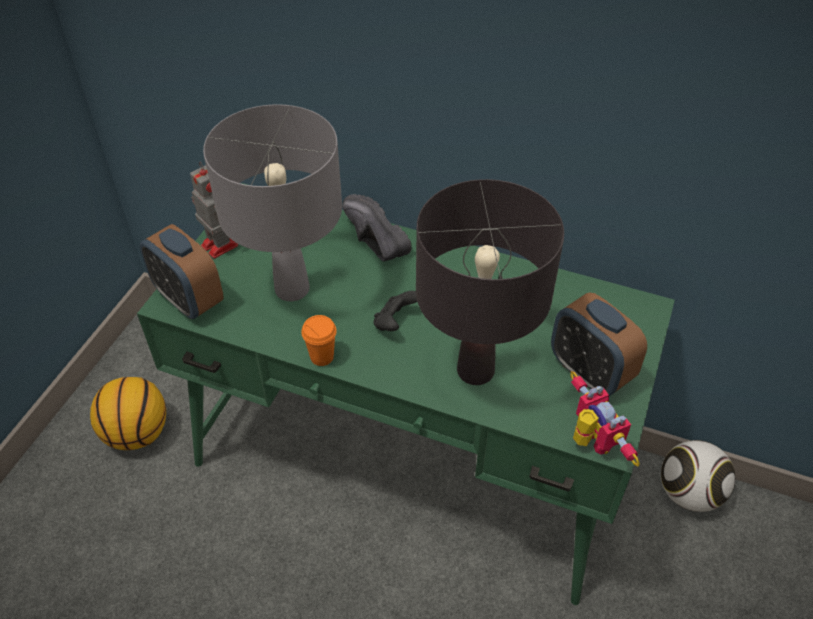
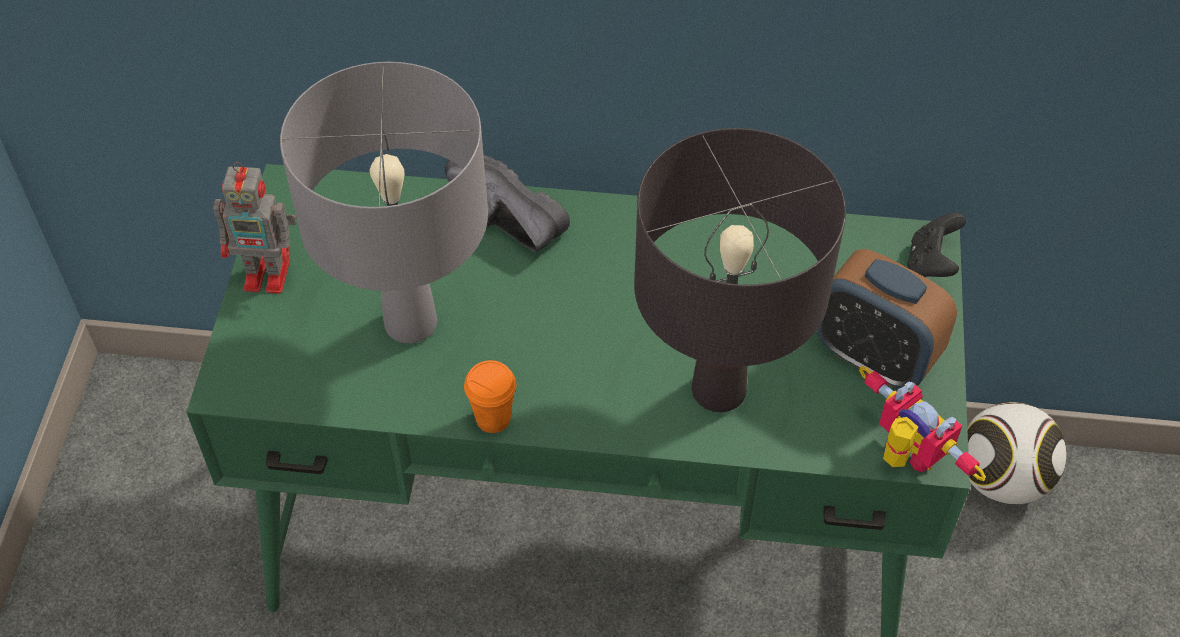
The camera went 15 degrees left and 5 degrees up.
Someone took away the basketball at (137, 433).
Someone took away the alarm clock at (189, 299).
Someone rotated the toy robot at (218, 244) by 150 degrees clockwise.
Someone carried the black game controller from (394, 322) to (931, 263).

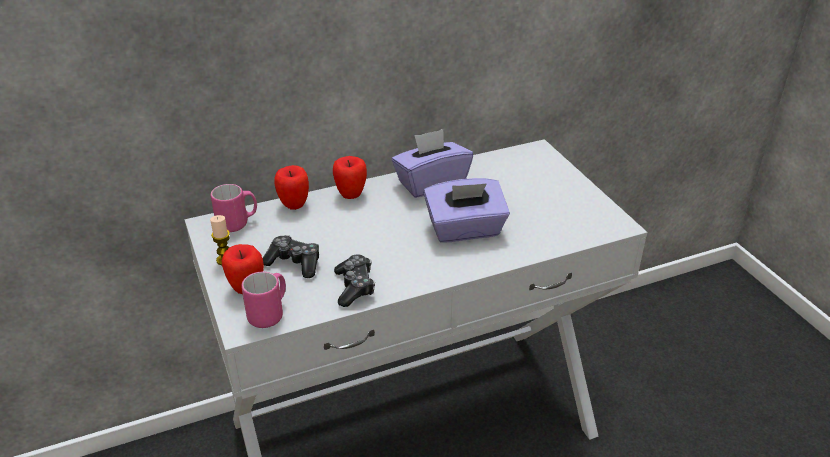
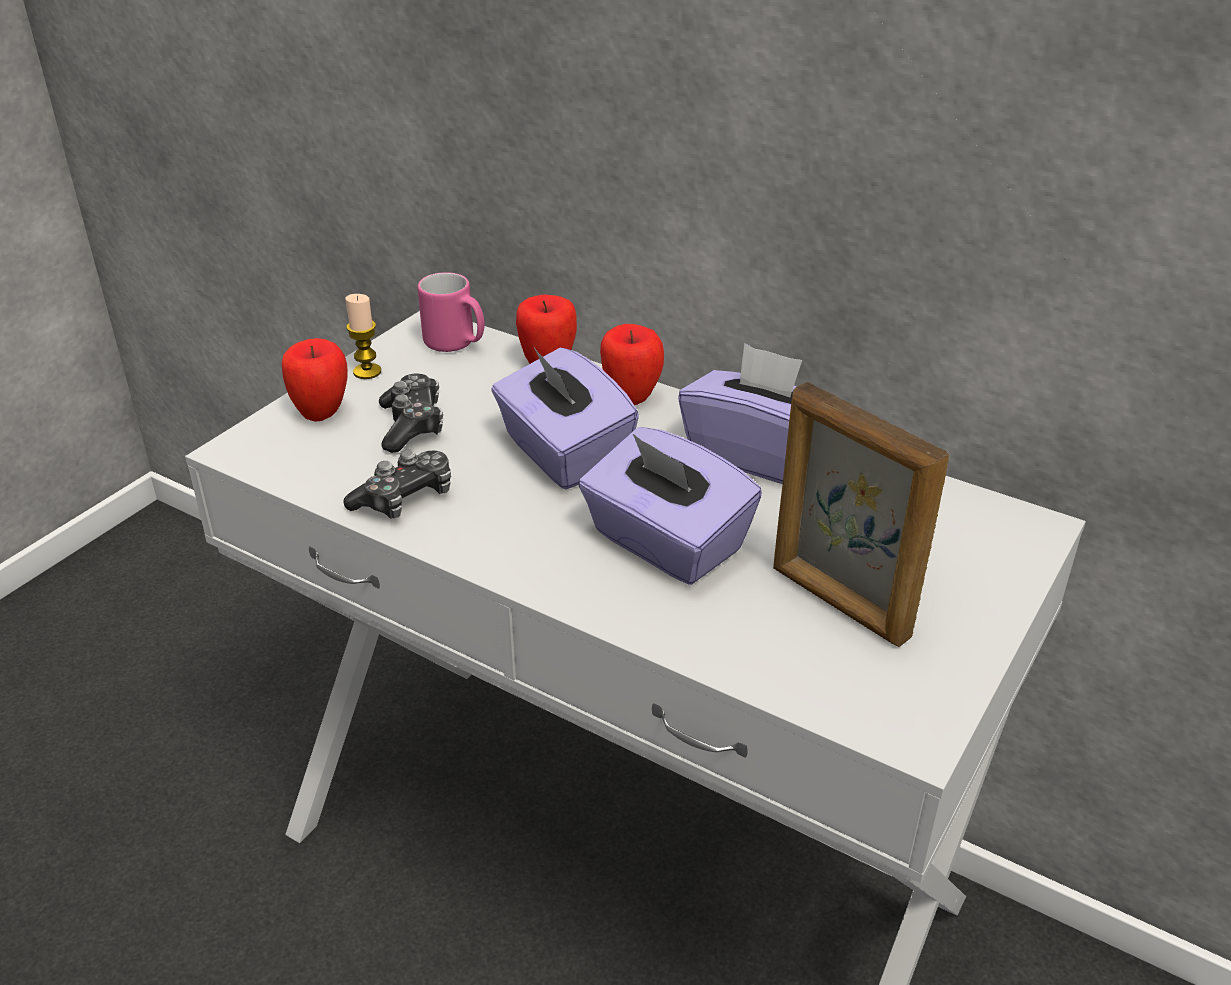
The camera went 55 degrees right and 0 degrees up.
Someone took away the pink mug at (270, 313).
Someone put down the purple tissue box at (563, 454).
Someone put down the picture frame at (838, 603).

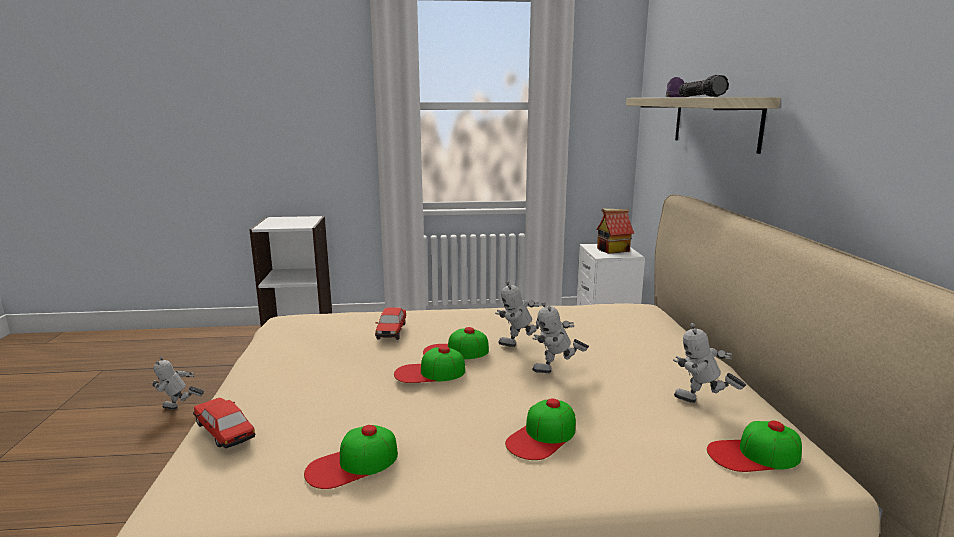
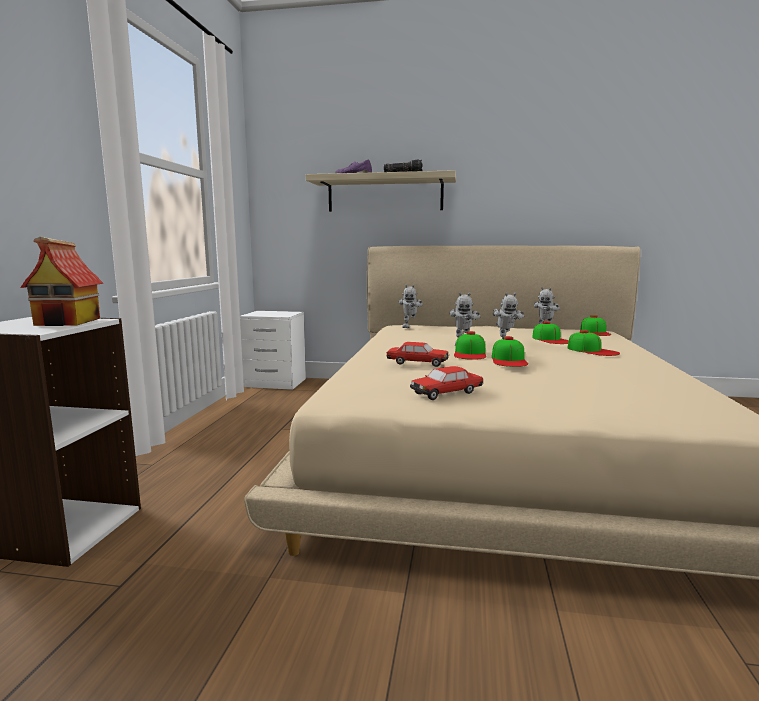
The camera went 75 degrees left and 5 degrees down.
Someone carried the toy robot from (179, 410) to (410, 327).
Someone carried the toy car from (224, 432) to (446, 393).
Someone carried the cap from (352, 464) to (551, 339).
Someone carried the toy house from (613, 250) to (68, 322).

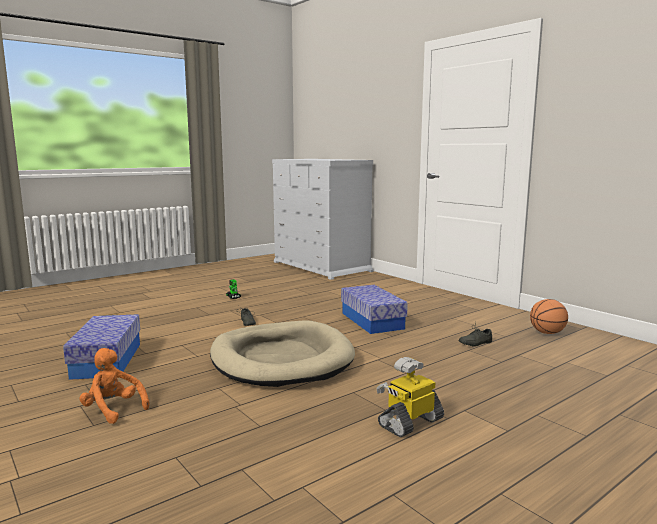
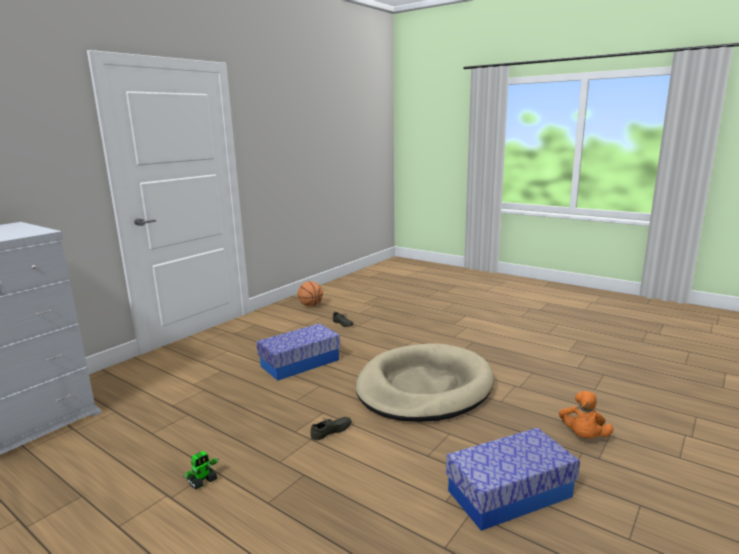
The camera went 105 degrees left and 5 degrees up.
Someone took away the toy robot at (410, 422).

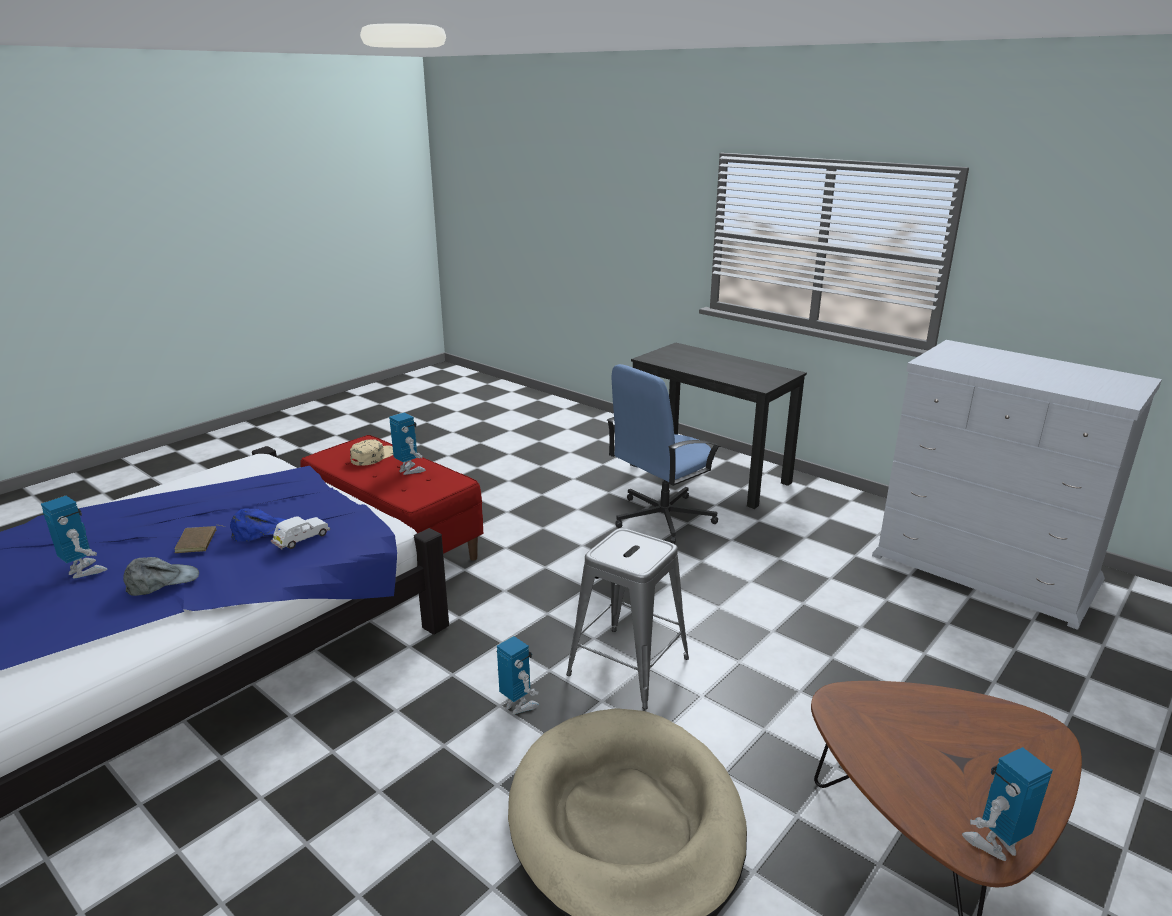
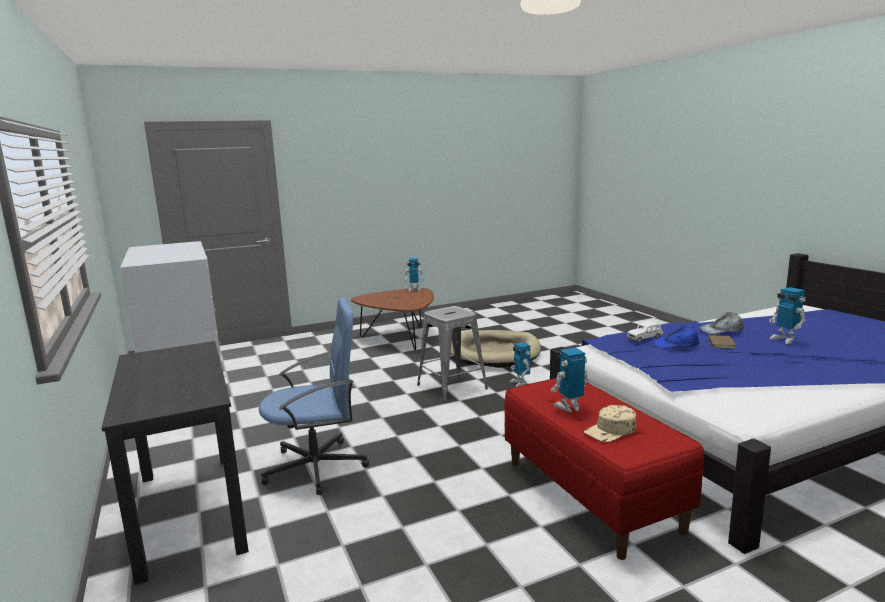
The camera went 155 degrees left and 10 degrees down.
Someone rotated the toy robot at (409, 470) by 90 degrees clockwise.

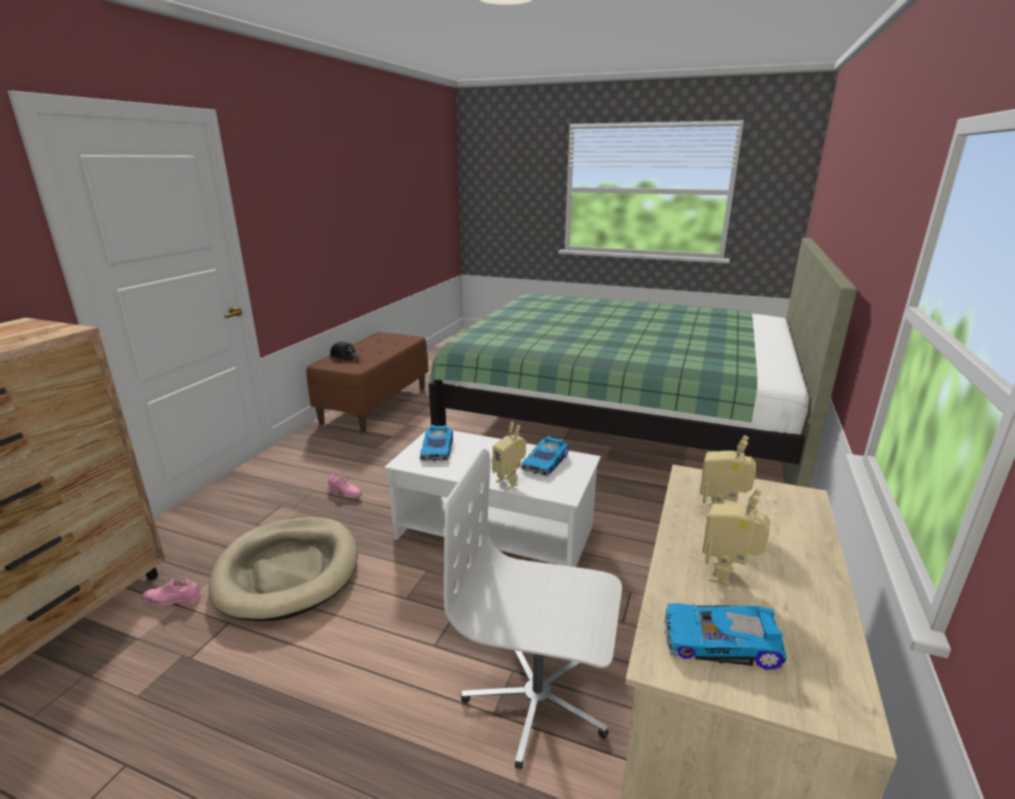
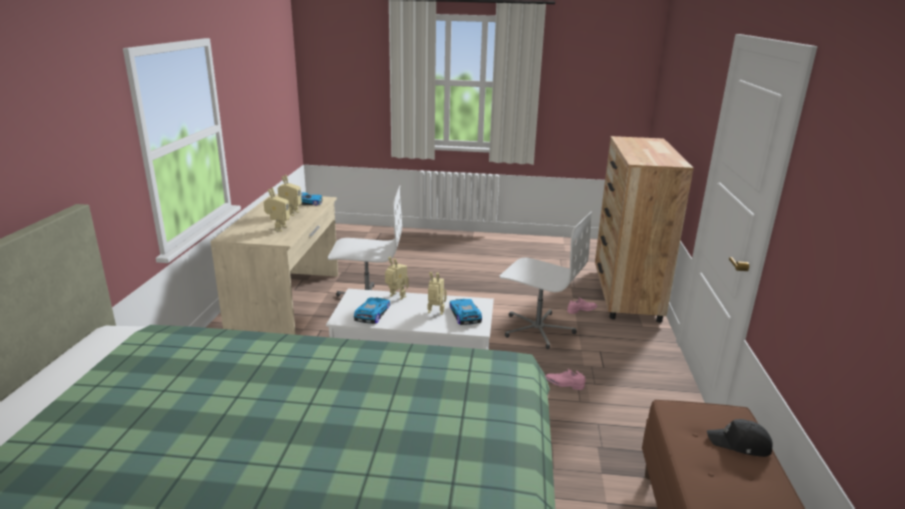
The camera went 165 degrees right and 0 degrees up.
Someone swapped the beige dog bed at (288, 571) for the white office chair at (537, 329).
Someone put down the toy robot at (435, 313).

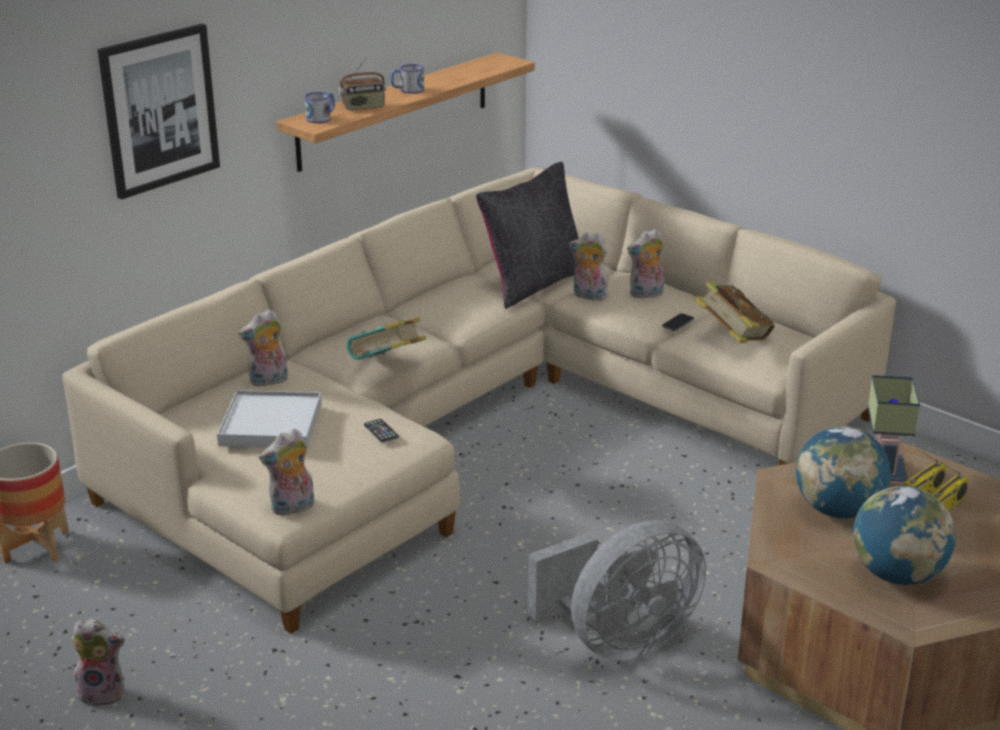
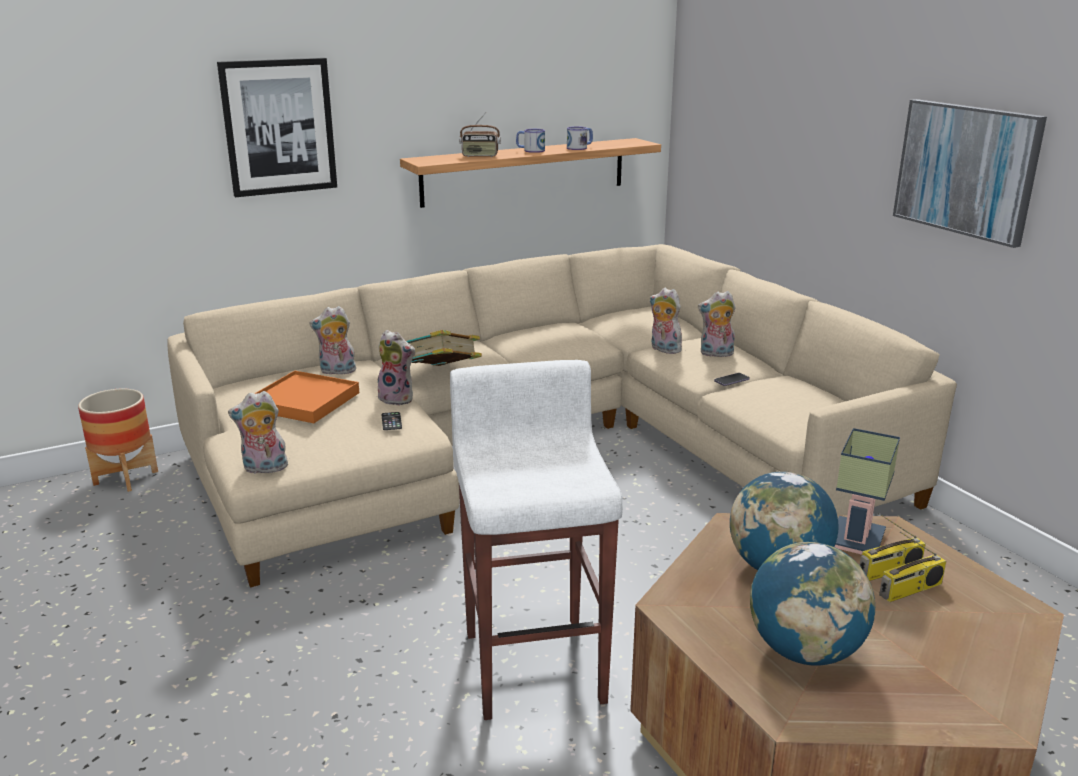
The camera went 20 degrees right and 5 degrees down.
Someone carried the plush toy from (104, 692) to (398, 398).
Someone repainted the white tray at (270, 424), which became the orange tray at (304, 401).
Someone carried the mug from (321, 118) to (580, 148).
Someone took away the black pillow at (533, 284).
Someone swapped the grey fan at (619, 641) for the white stool at (535, 664).
Someone took away the book at (732, 338).
Someone put up the picture at (966, 170).

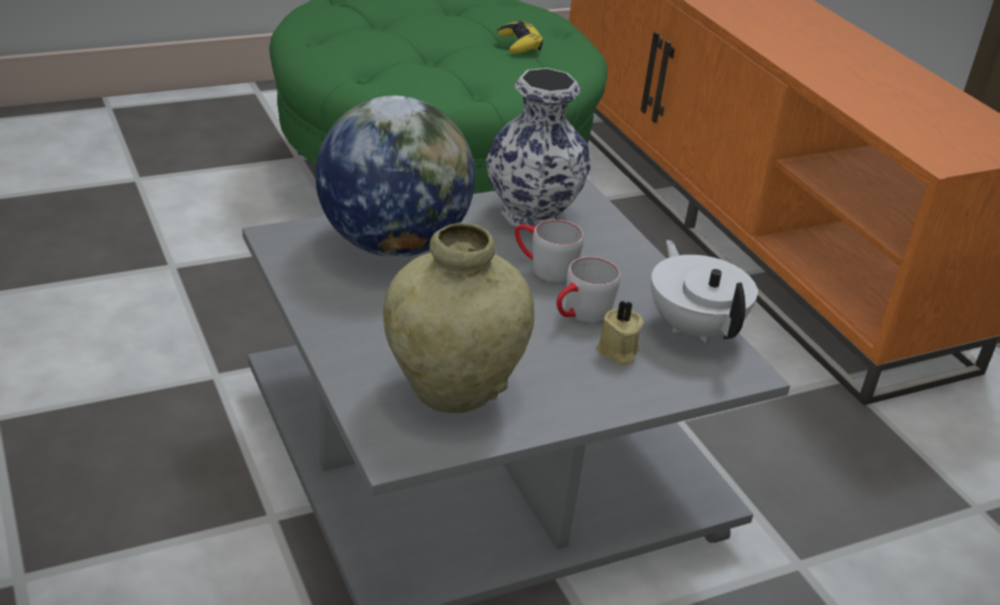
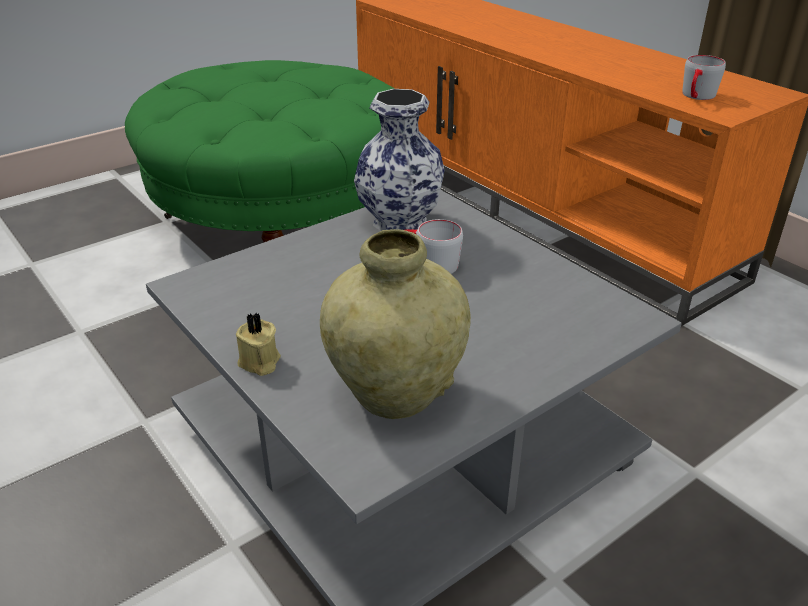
The camera went 10 degrees left and 0 degrees up.
Someone took away the globe at (392, 244).
Someone took away the yellow game controller at (519, 44).
Someone carried the grey mug from (580, 315) to (696, 97).
Someone carried the beige candle from (617, 351) to (259, 362).
Someone took away the white teapot at (694, 327).

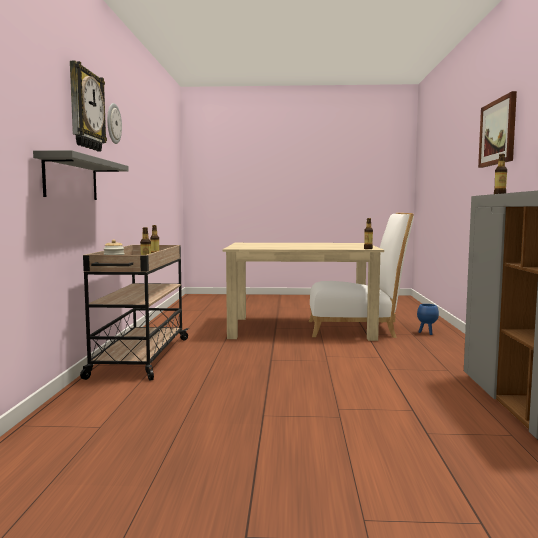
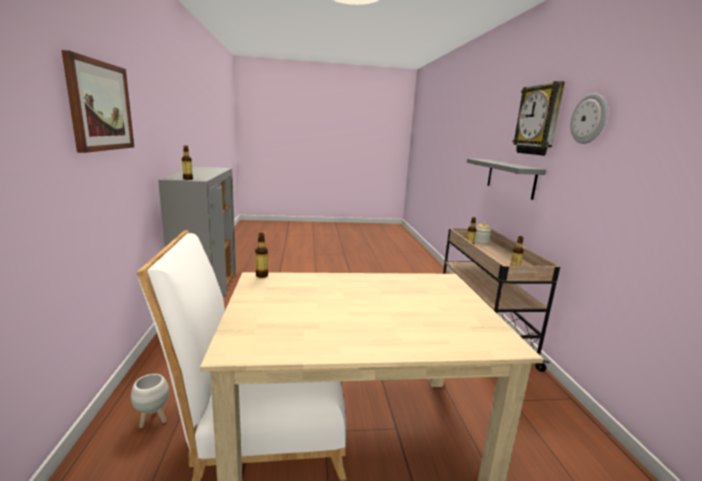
The camera went 170 degrees right and 10 degrees up.
Someone repainted the blue planter at (427, 333), which became the white planter at (153, 420).

